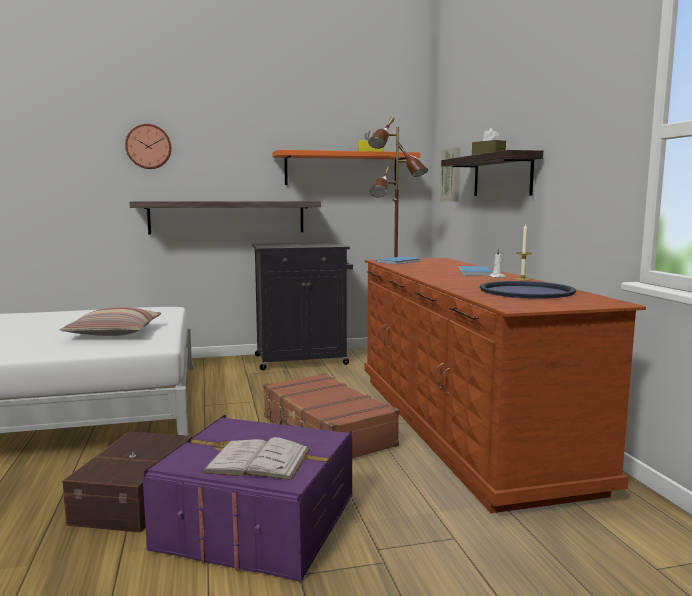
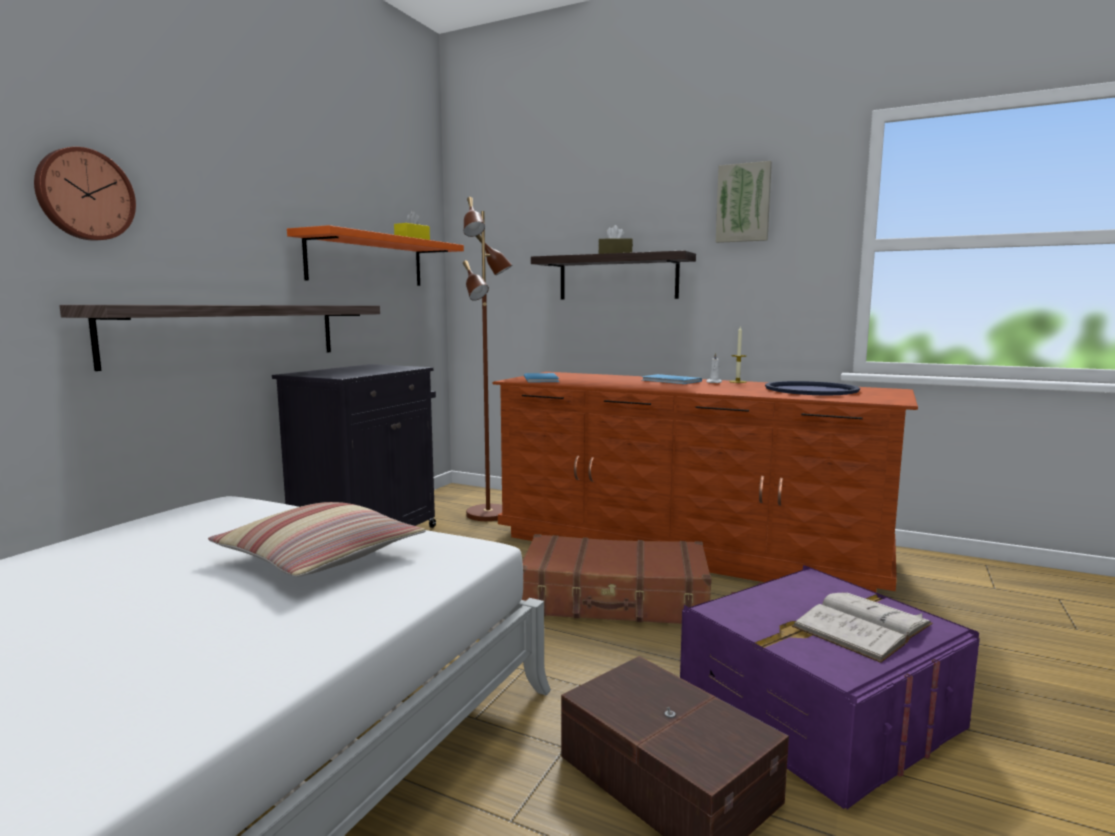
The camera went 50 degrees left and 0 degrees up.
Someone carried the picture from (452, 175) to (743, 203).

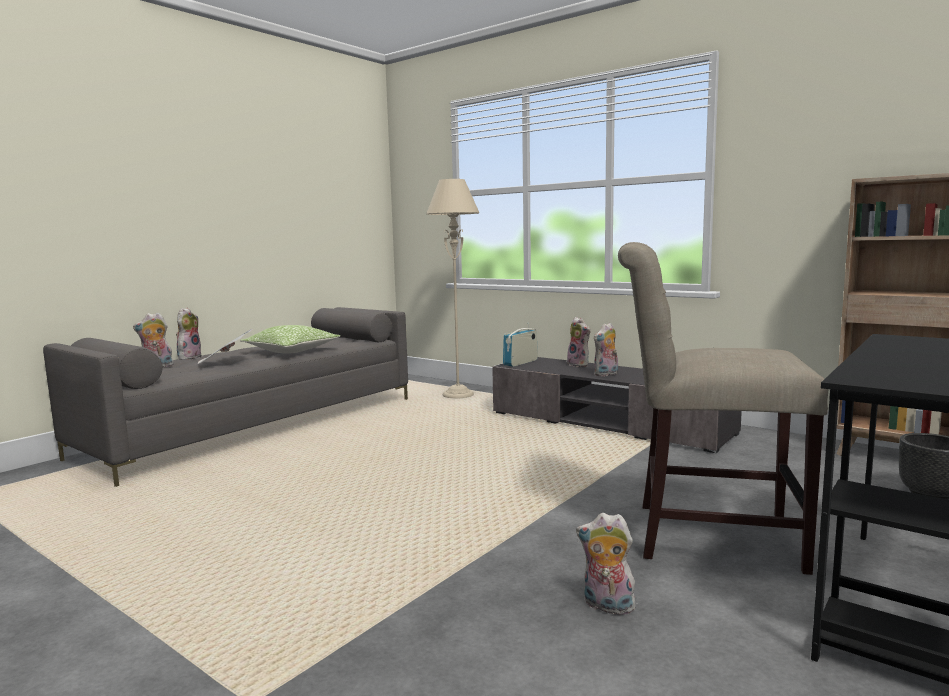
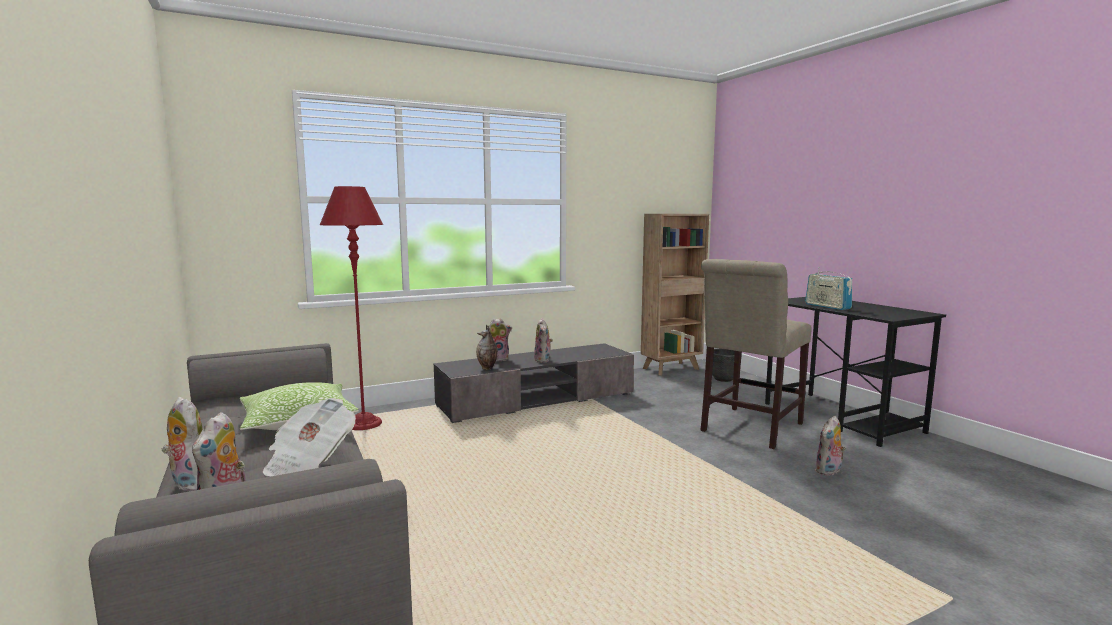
The camera went 65 degrees left and 0 degrees up.
Someone repainted the beige floor lamp at (458, 395), which became the red floor lamp at (363, 424).
Someone carried the radio from (520, 362) to (827, 306).
Someone put down the vase at (487, 368).

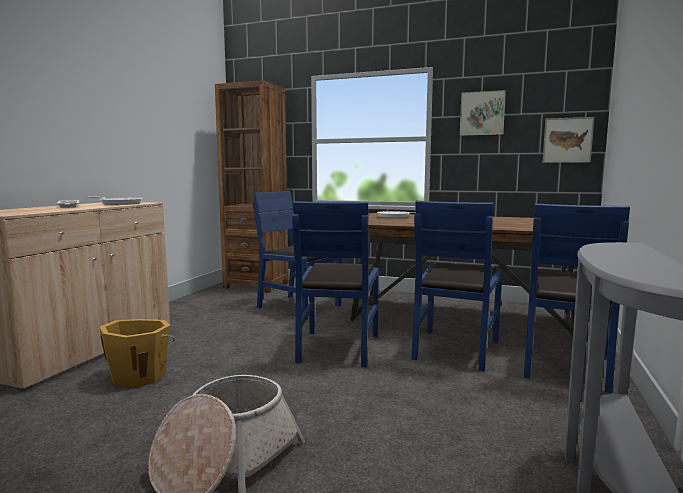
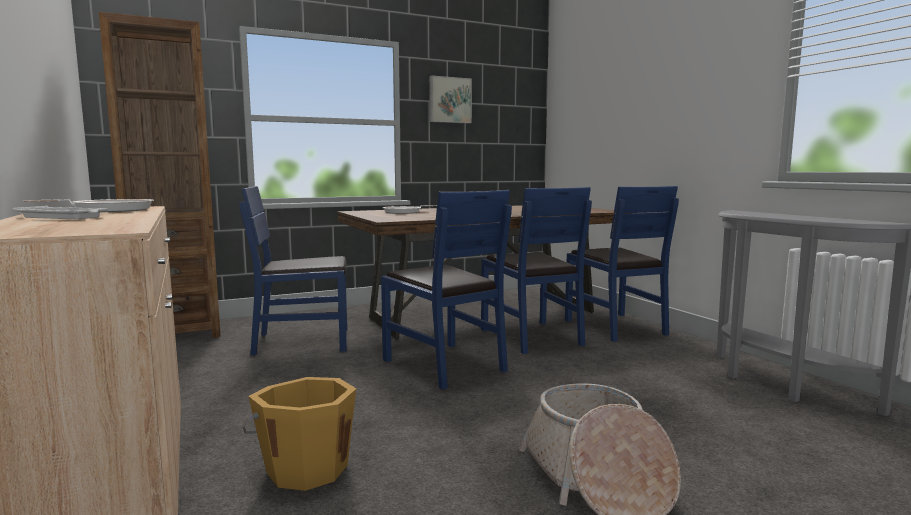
The camera went 45 degrees left and 0 degrees up.
Someone took away the picture at (567, 140).

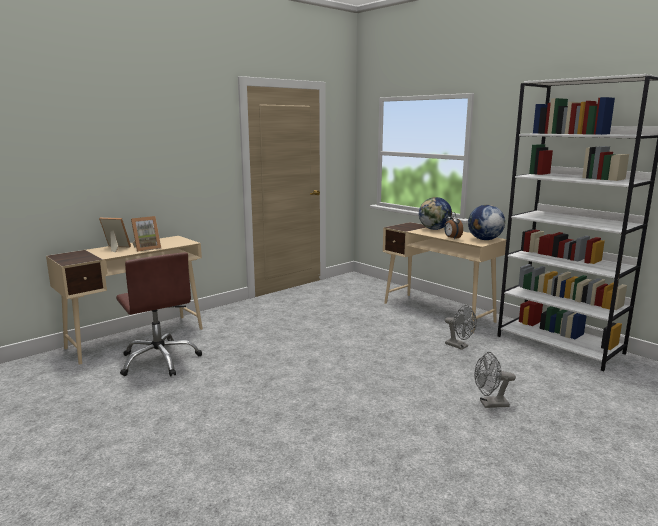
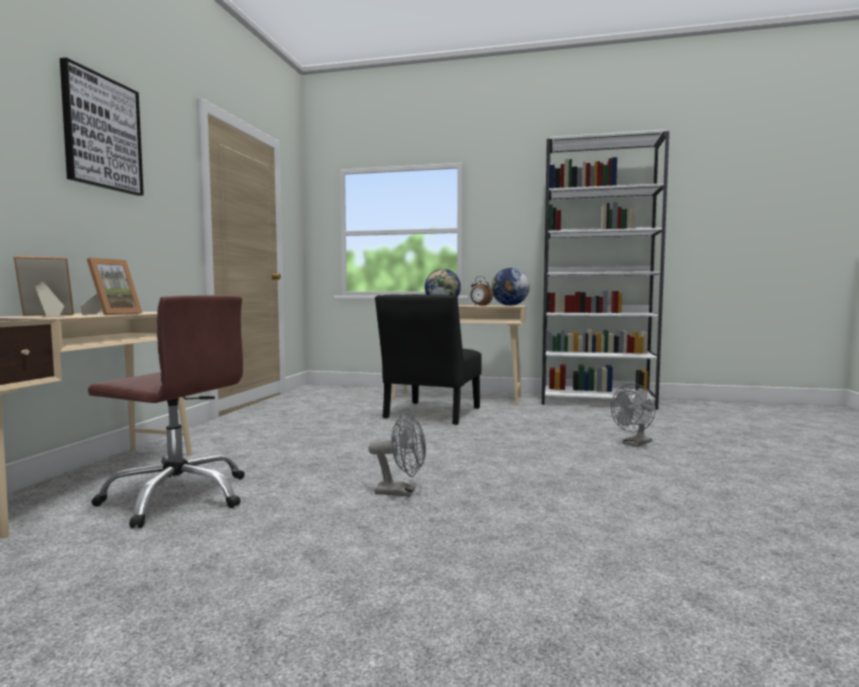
The camera went 35 degrees left and 10 degrees down.
Someone carried the grey fan from (459, 346) to (401, 492).
Someone put up the picture at (102, 133).
Someone put down the black chair at (430, 414).

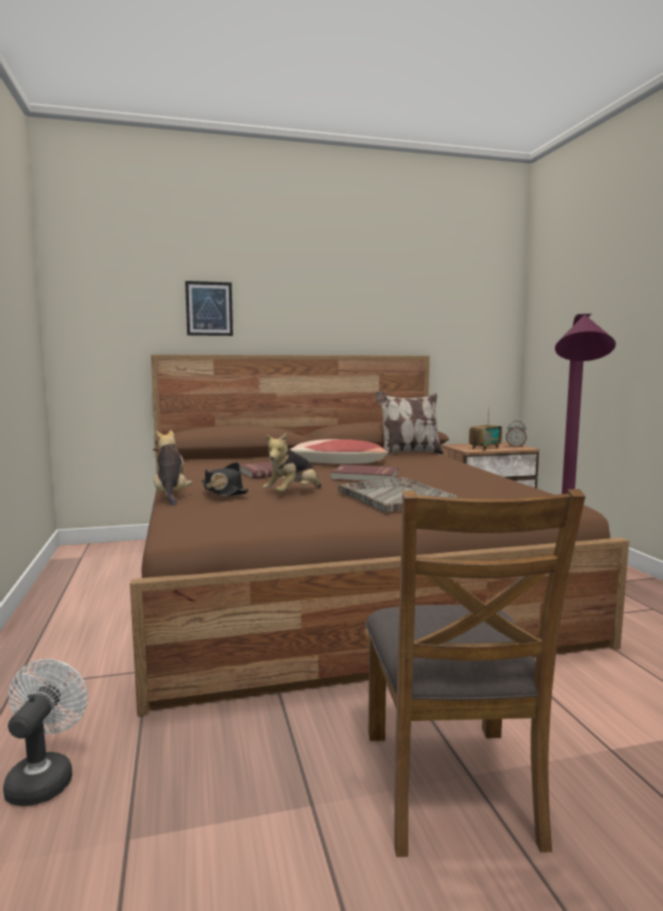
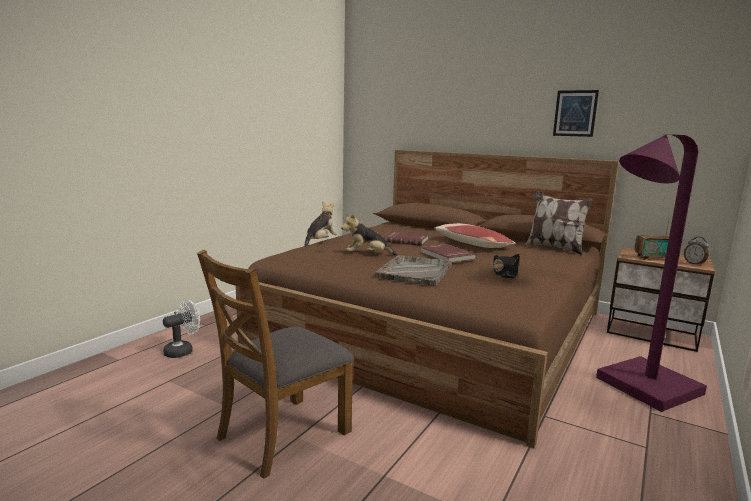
The camera went 45 degrees right and 5 degrees up.
Someone carried the picture from (209, 308) to (575, 113).
Someone carried the black hat from (223, 491) to (505, 273).

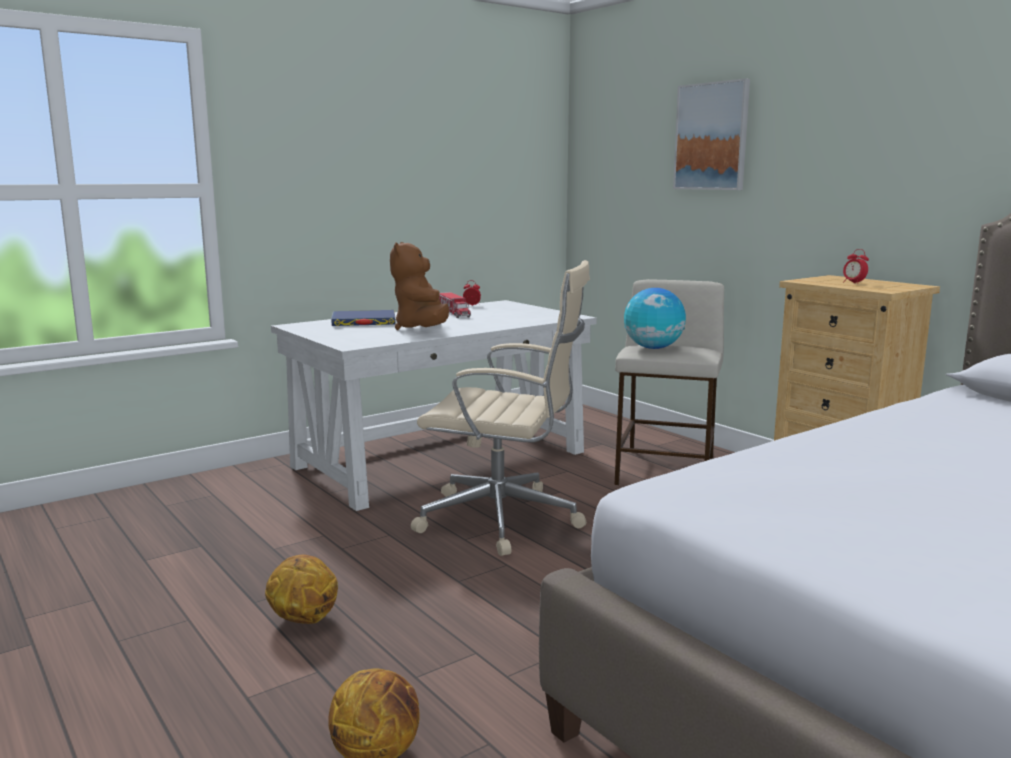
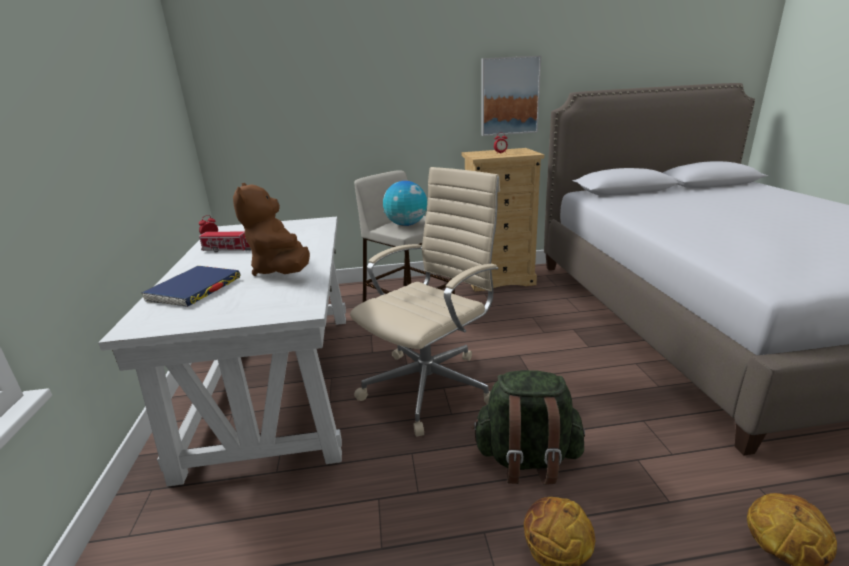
The camera went 60 degrees left and 10 degrees up.
Someone rotated the brown plush toy at (422, 329) by 45 degrees clockwise.
Someone carried the picture from (712, 136) to (509, 96).
Someone put down the green backpack at (527, 459).

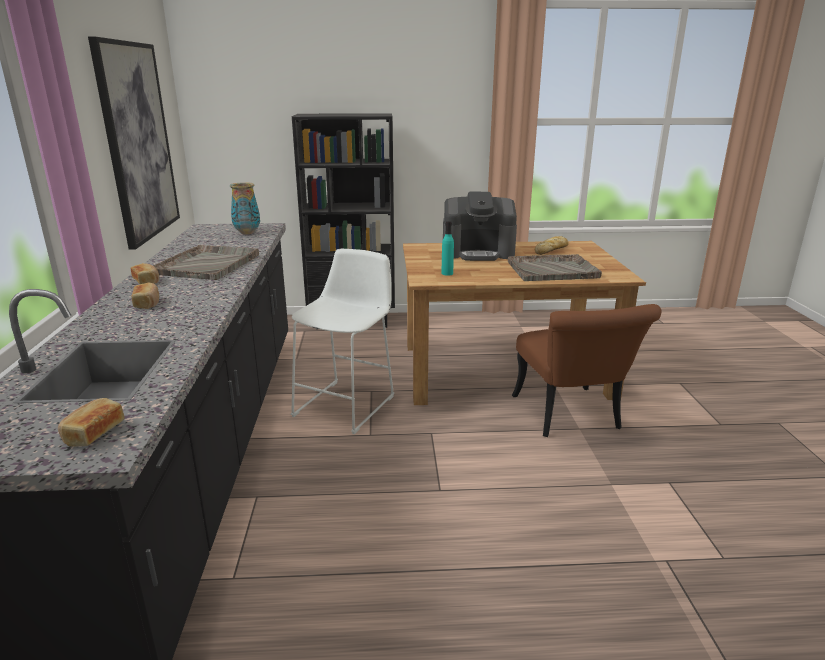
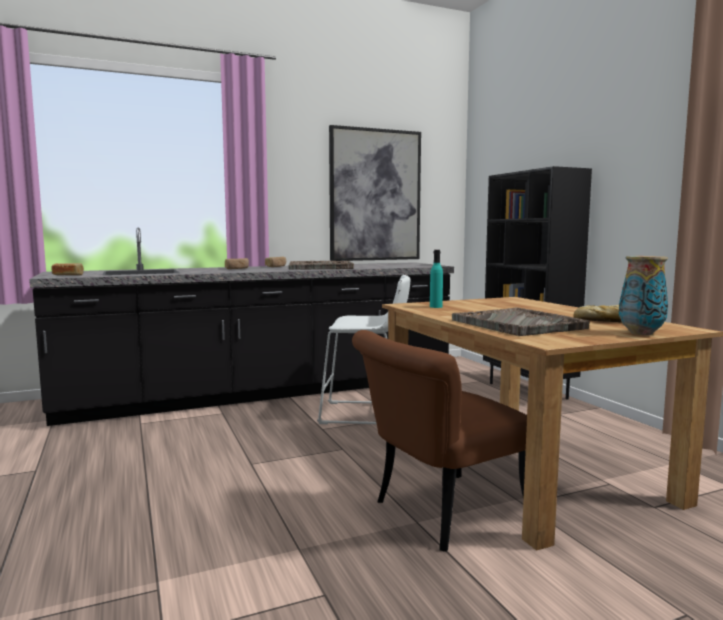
The camera went 70 degrees right and 15 degrees down.
Someone carried the vase from (247, 233) to (641, 333).
Someone took away the coffee machine at (478, 252).

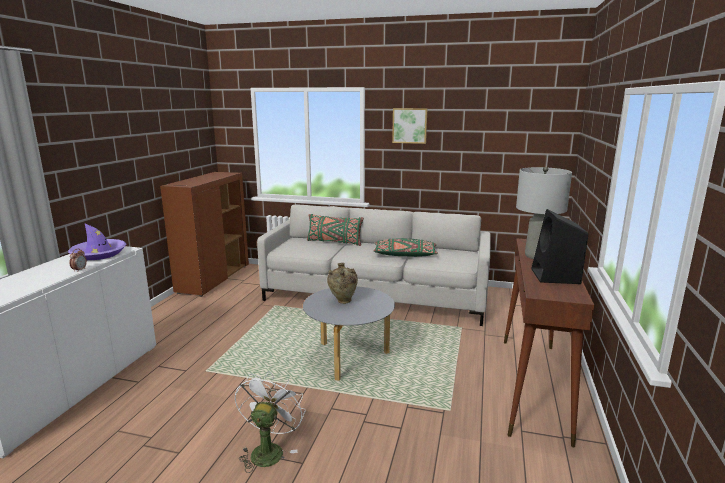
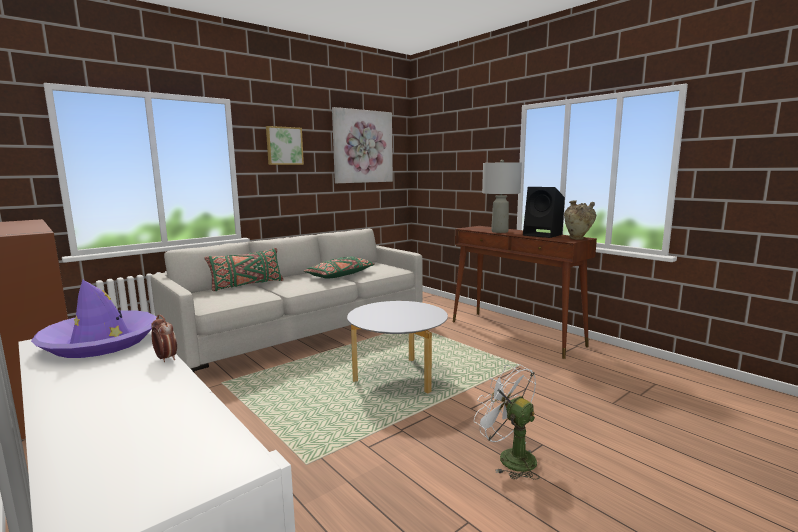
The camera went 55 degrees left and 5 degrees down.
Someone carried the beige vase from (342, 302) to (578, 239).
Someone put up the picture at (363, 146).

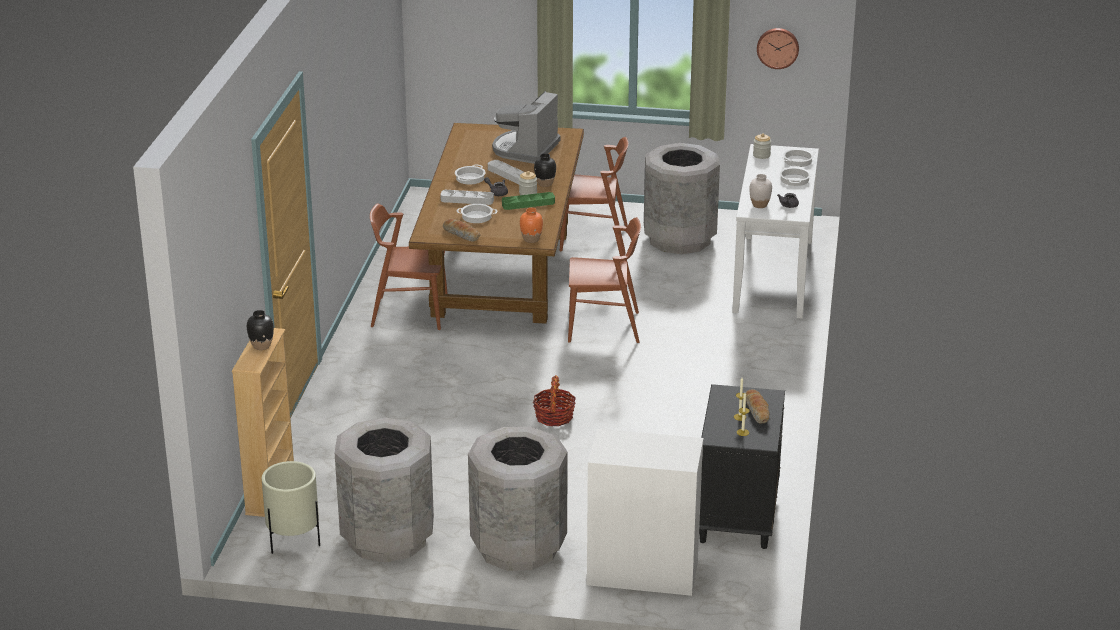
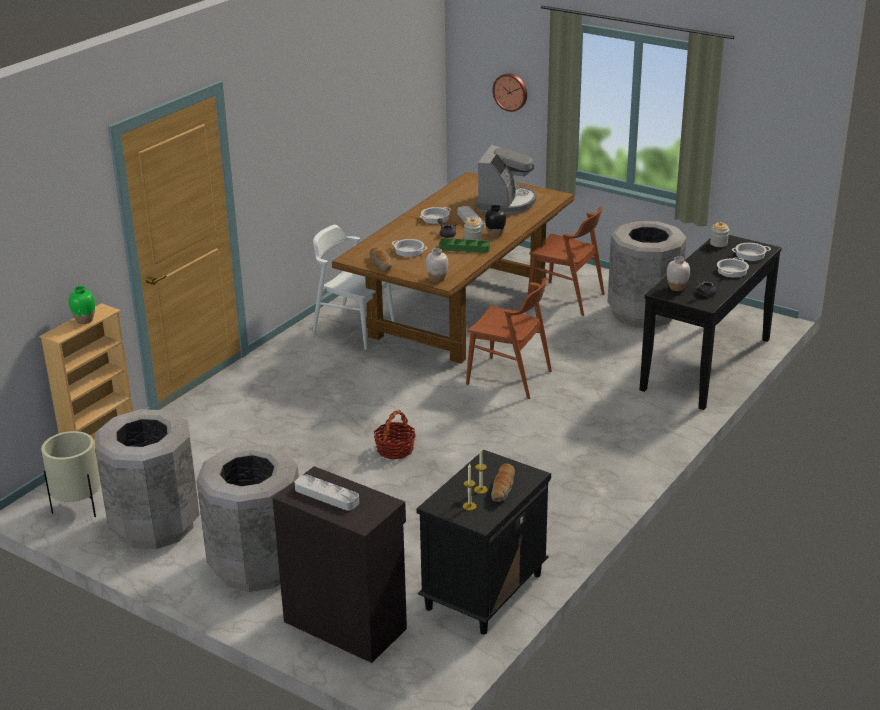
The camera went 25 degrees right and 0 degrees up.
Someone repainted the black vase at (261, 346), which became the green vase at (85, 320).
Someone repainted the brown chair at (409, 313), which became the white chair at (353, 330).
Someone carried the grey tray from (467, 200) to (327, 496).
Someone rotated the coffee machine at (525, 149) by 150 degrees clockwise.
Someone repainted the orange vase at (531, 239), which became the white vase at (437, 279).
Someone repainted the white cabinet at (642, 572), which became the black cabinet at (345, 623).
Someone repainted the white console table at (774, 276), which became the black console table at (707, 364).
Someone carried the wall clock from (778, 47) to (511, 92).

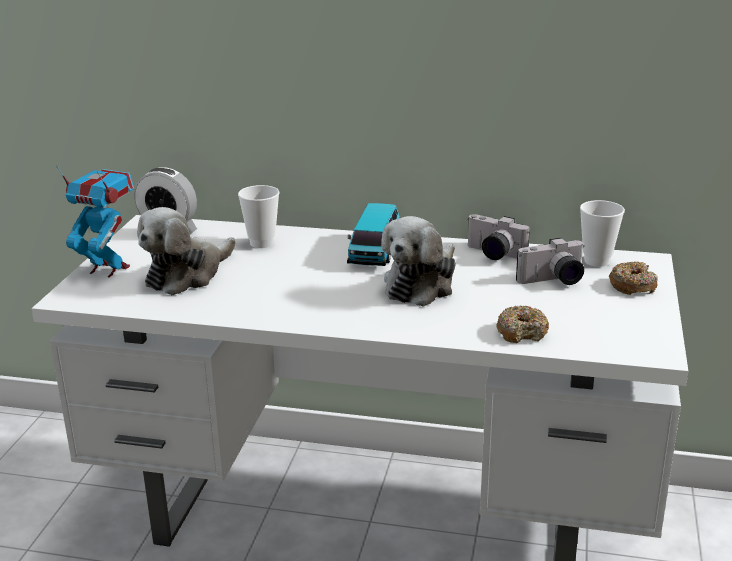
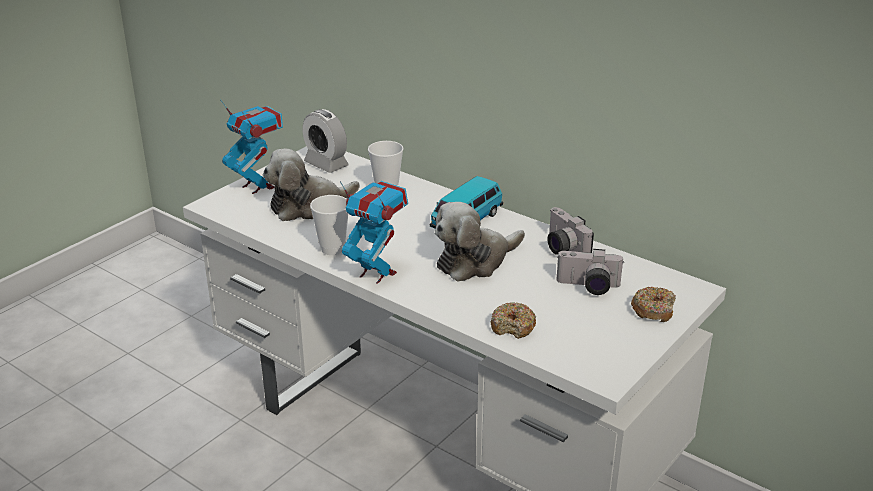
The camera went 25 degrees right and 5 degrees up.
Someone carried the cup from (597, 261) to (332, 249).
Someone put down the toy robot at (376, 274).

